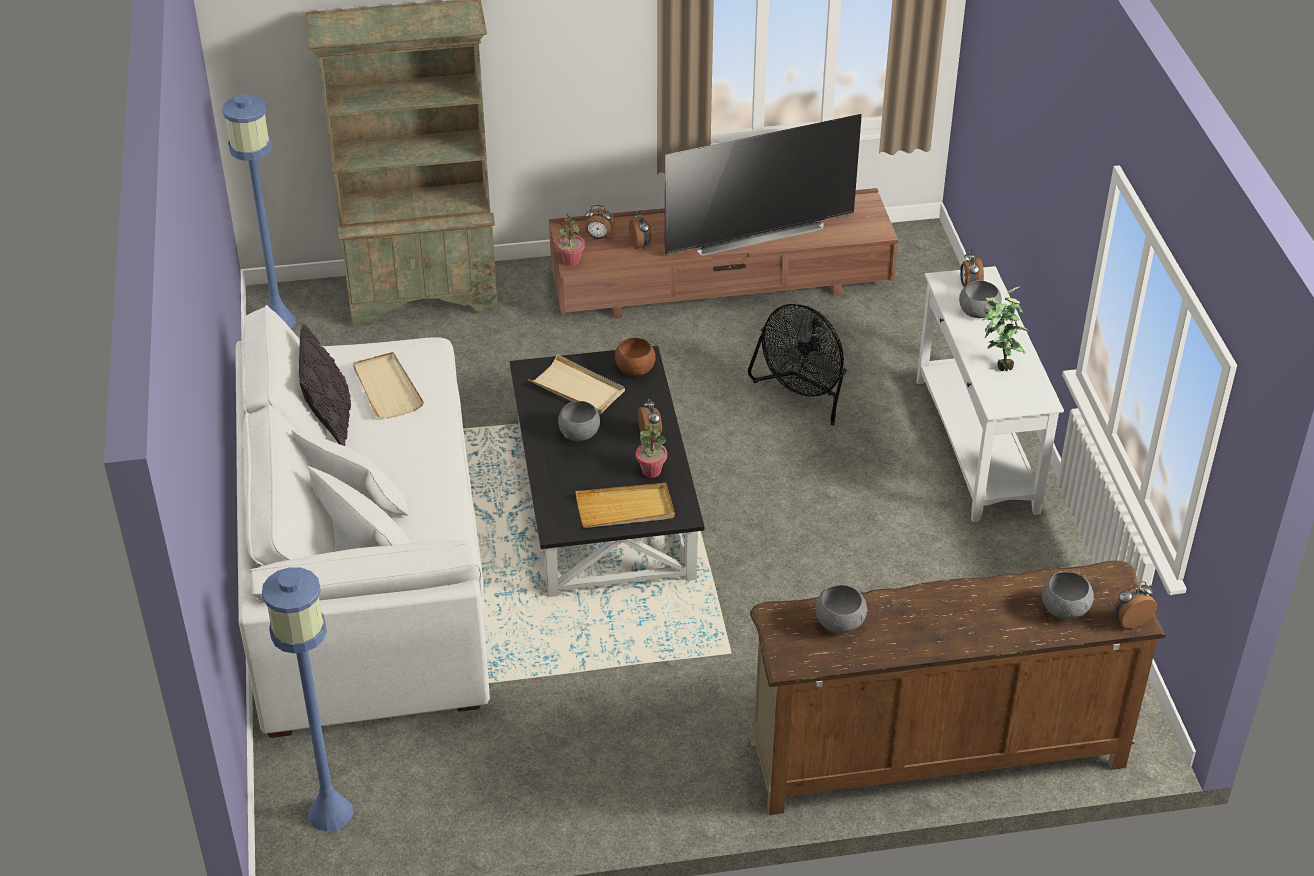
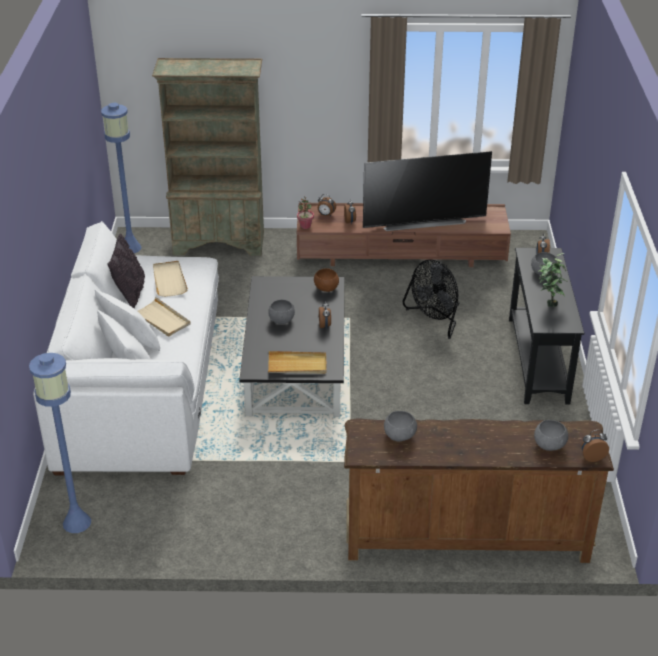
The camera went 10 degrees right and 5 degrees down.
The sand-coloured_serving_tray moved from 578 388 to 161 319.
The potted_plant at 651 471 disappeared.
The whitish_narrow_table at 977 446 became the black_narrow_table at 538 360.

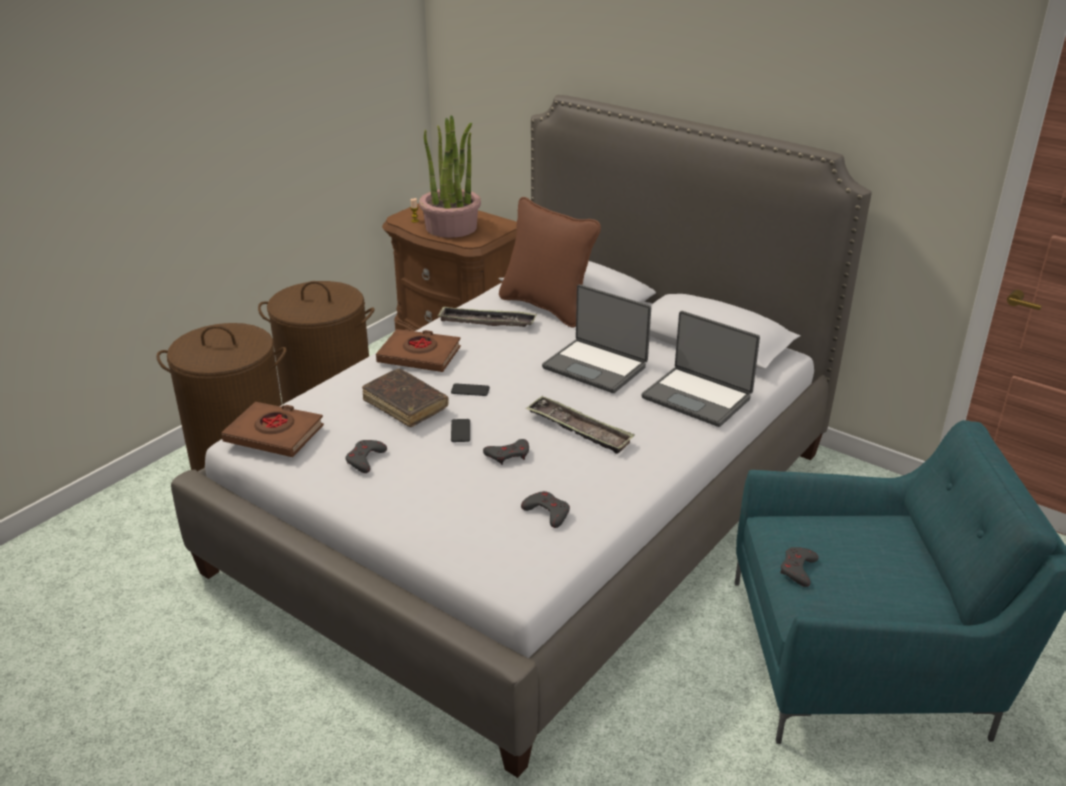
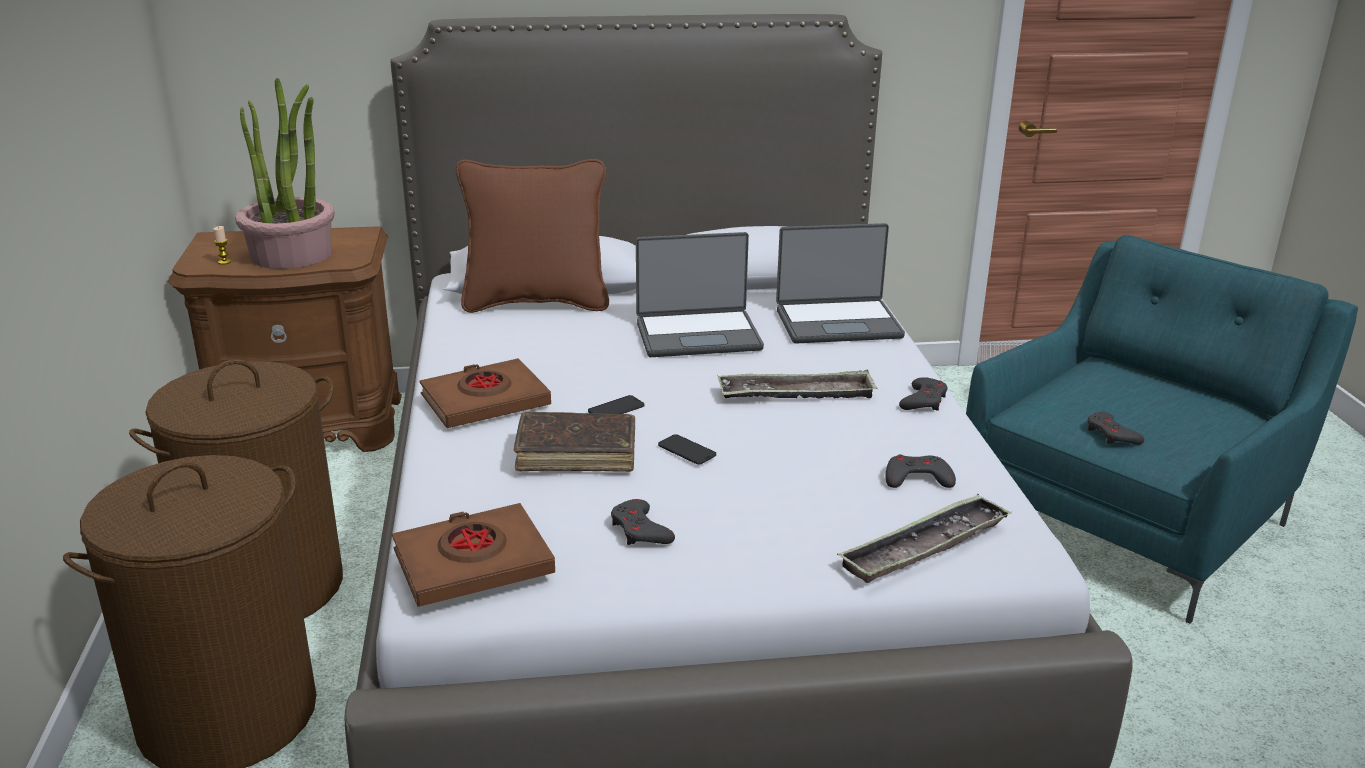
The camera went 45 degrees left and 5 degrees down.
The serving_tray moved from 487 322 to 924 547.
The greyish_game_controller moved from 508 455 to 923 400.

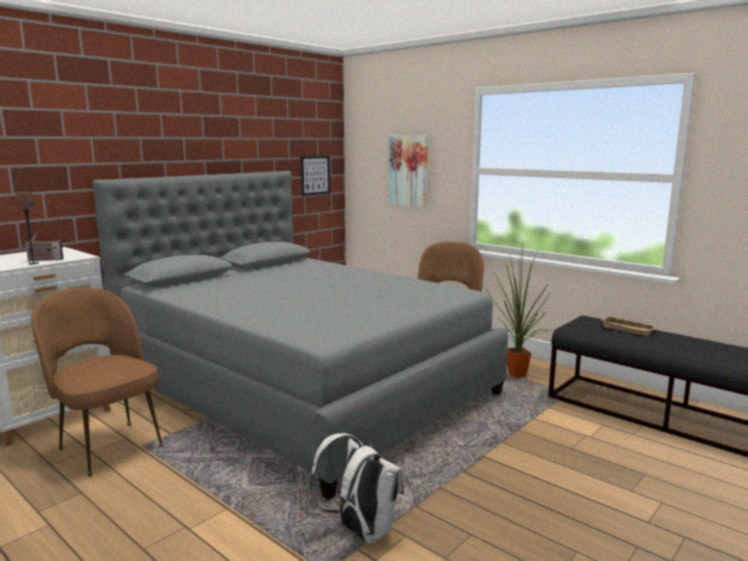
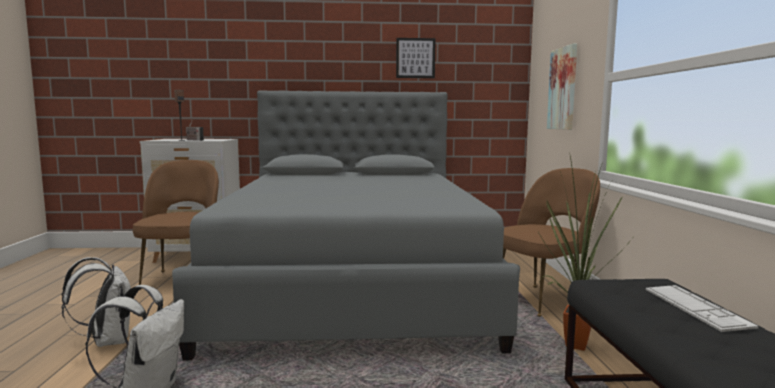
The camera went 45 degrees right and 5 degrees down.
The wall_picture moved from 315 175 to 415 58.
The sand-coloured_serving_tray at 629 328 was replaced by the PC_keyboard at 695 308.
The whitish_rucksack at 107 341 appeared.

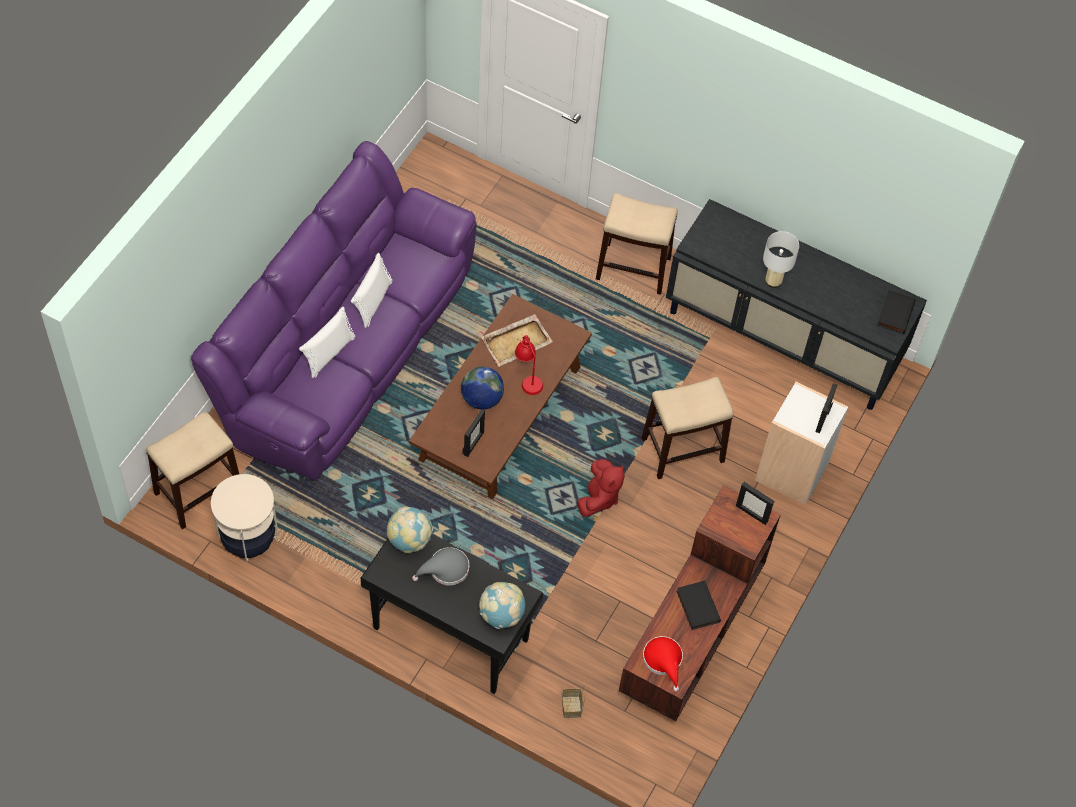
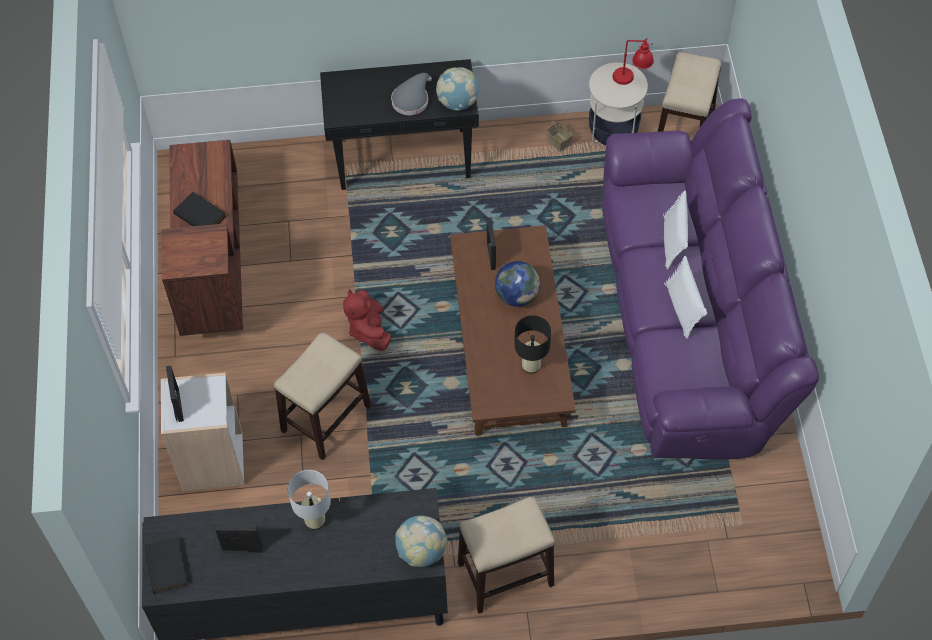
The camera went 150 degrees right and 0 degrees up.
The world_globe moved from 501 615 to 421 551.
The sand-coloured_serving_tray at 517 341 was replaced by the black_tabletop_lamp at 531 366.
The reddish_tabletop_lamp moved from 527 378 to 632 79.
The basket moved from 570 706 to 560 142.
The reddish_hat at 664 661 disappeared.
The photo_frame moved from 752 513 to 242 549.

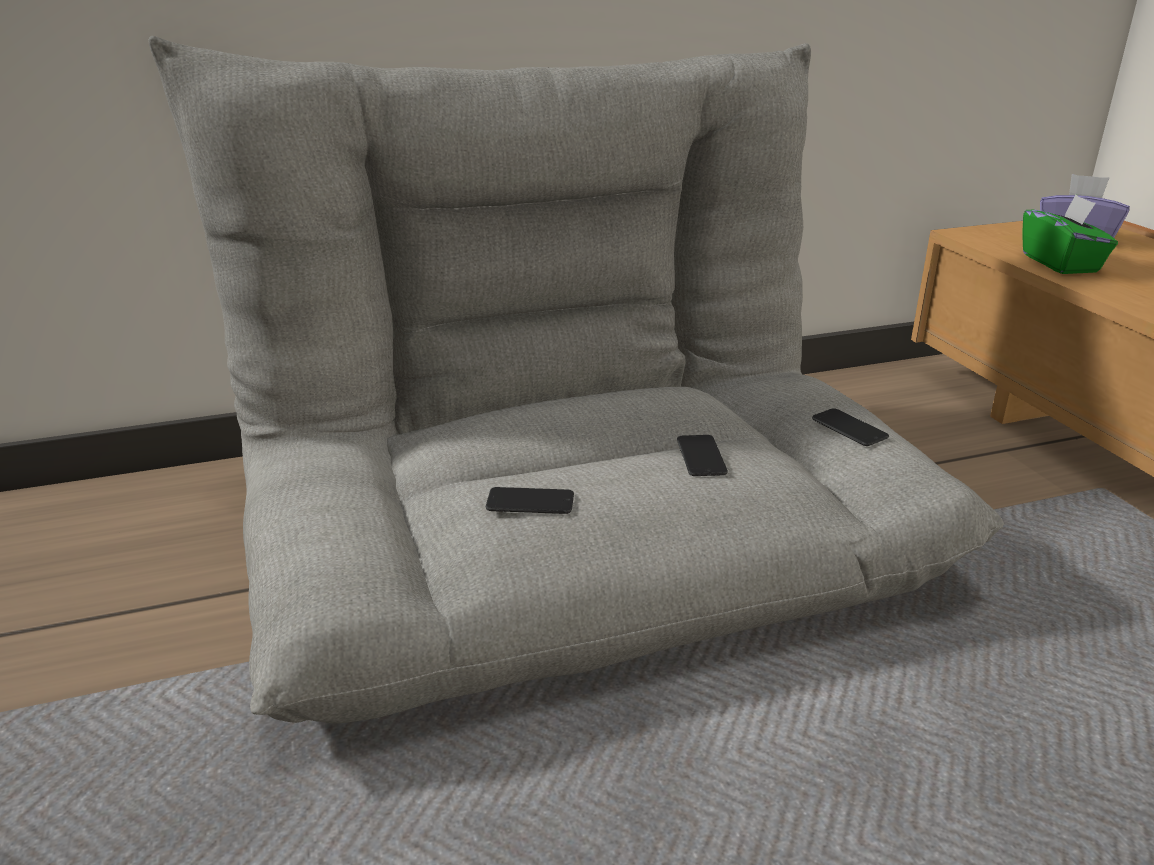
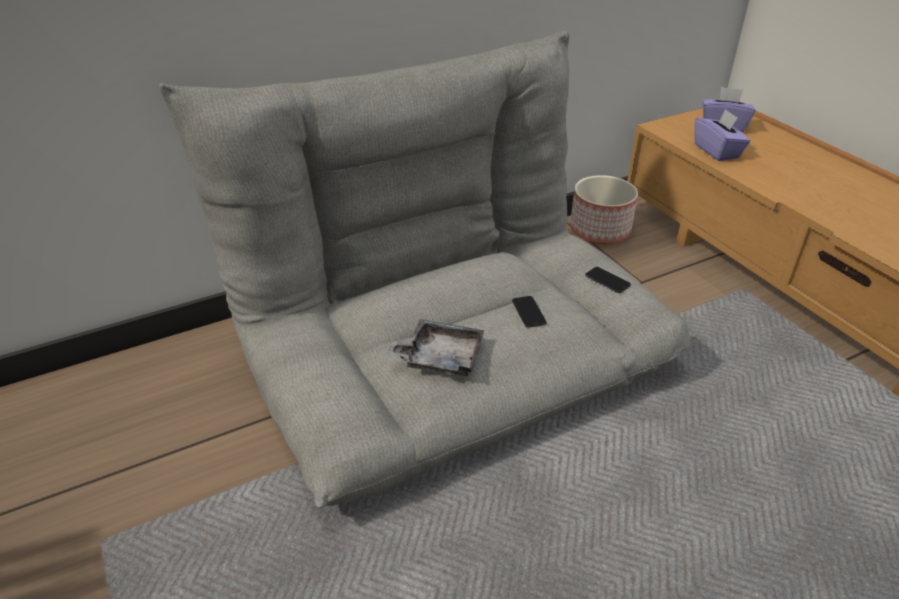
The camera went 10 degrees left and 10 degrees up.
The telephone at 530 502 was replaced by the greyish_serving_tray at 440 357.
The greenish_tissue_holder at 1060 264 became the purple_tissue_holder at 717 151.
The planter at 599 230 appeared.

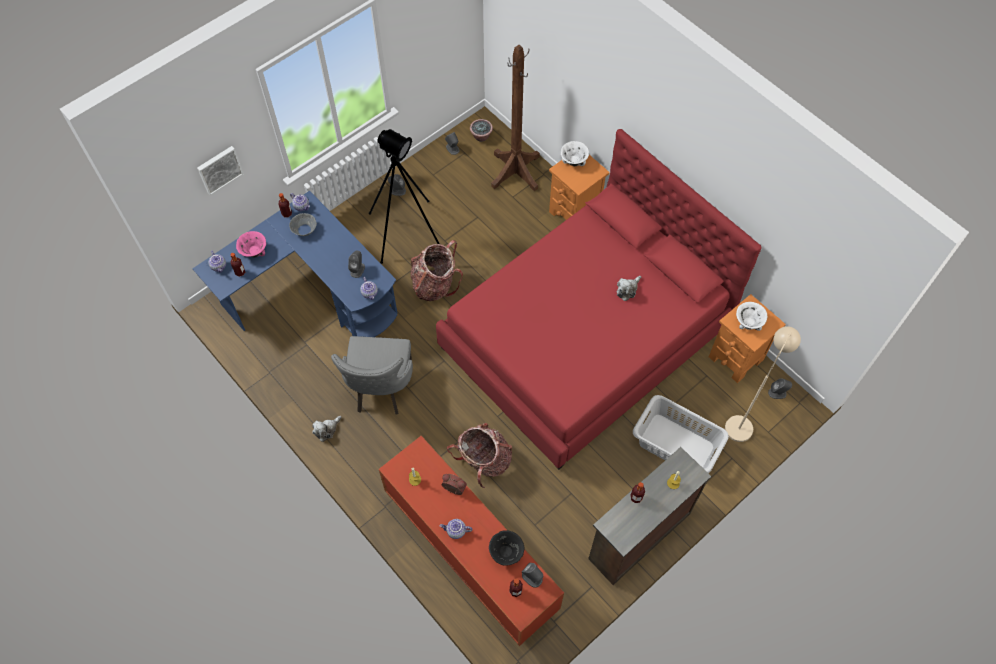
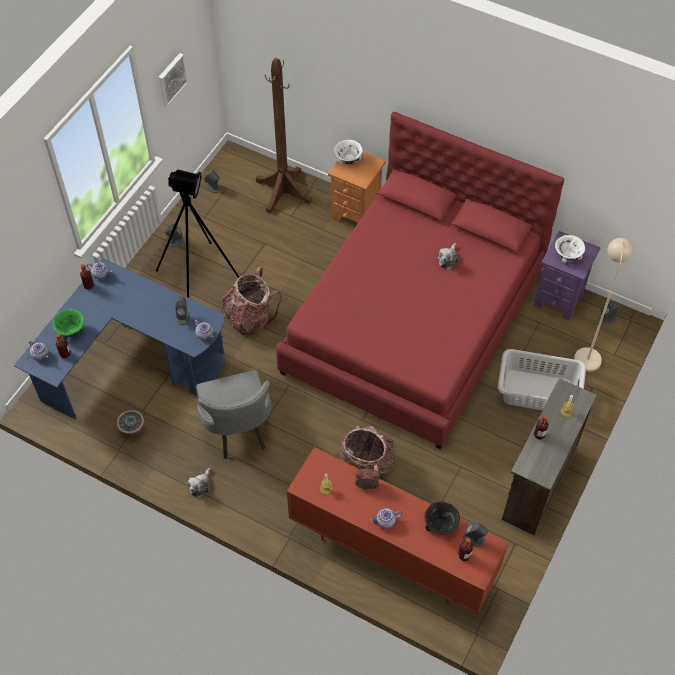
The camera went 20 degrees left and 5 degrees down.
The wall_picture moved from 219 169 to 171 79.
The pink_deep_dish at 254 251 became the greenish_deep_dish at 71 330.
The greyish_deep_dish at 304 230 disappeared.
The potted_plant moved from 481 136 to 132 429.
The orange_night_table at 735 359 became the purple_night_table at 558 300.

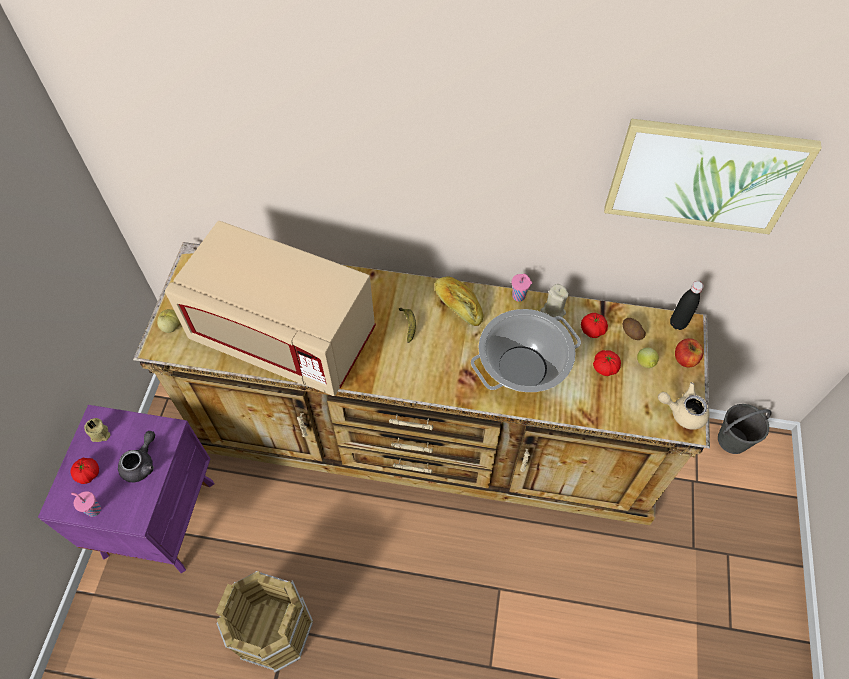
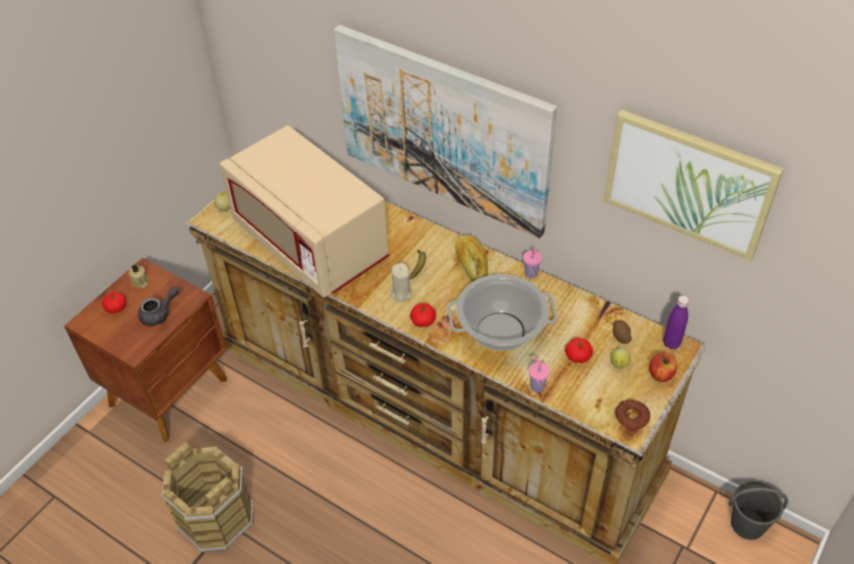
The camera went 25 degrees right and 10 degrees down.
The purple_night_table at 162 517 became the brown-coloured_night_table at 171 392.
The pink_small_cup moved from 93 509 to 536 386.
The sand-coloured_candle moved from 553 312 to 401 293.
The whole_tomato moved from 592 330 to 423 321.
The sand-coloured_pot_for_tea at 682 412 was replaced by the ring_doughnut at 631 417.
The black_beverage_bottle at 677 323 became the purple_beverage_bottle at 671 343.
The wall_picture at 443 130 appeared.

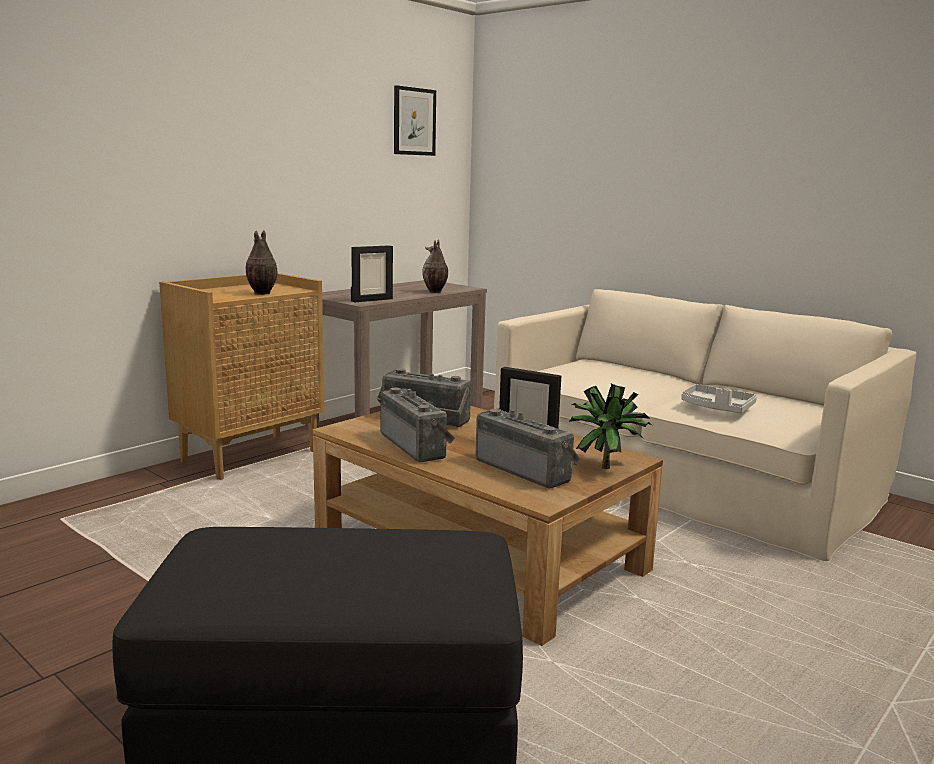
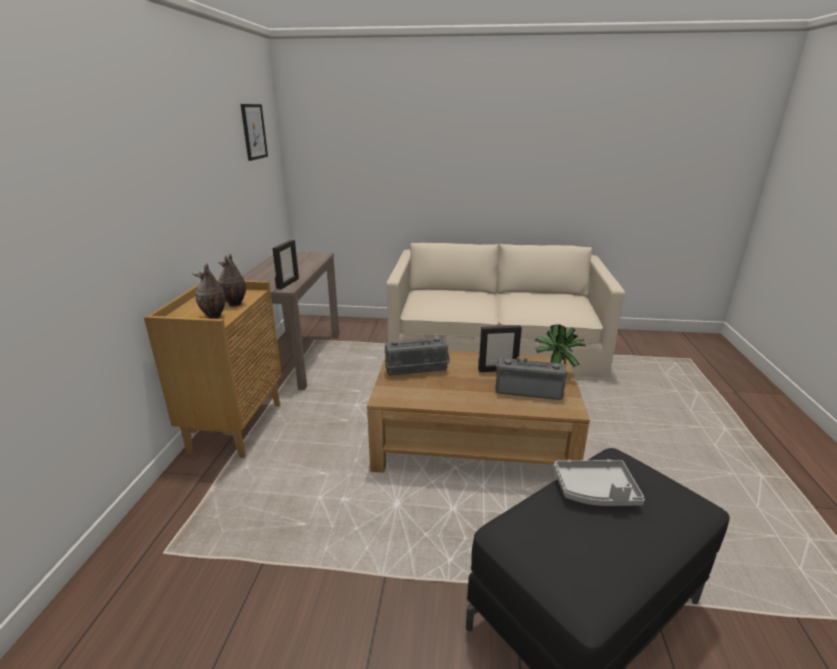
The camera went 35 degrees left and 10 degrees up.
The radio_receiver at 417 445 disappeared.
The decorative_vase moved from 434 292 to 214 317.
The greyish_serving_tray moved from 716 408 to 595 491.

